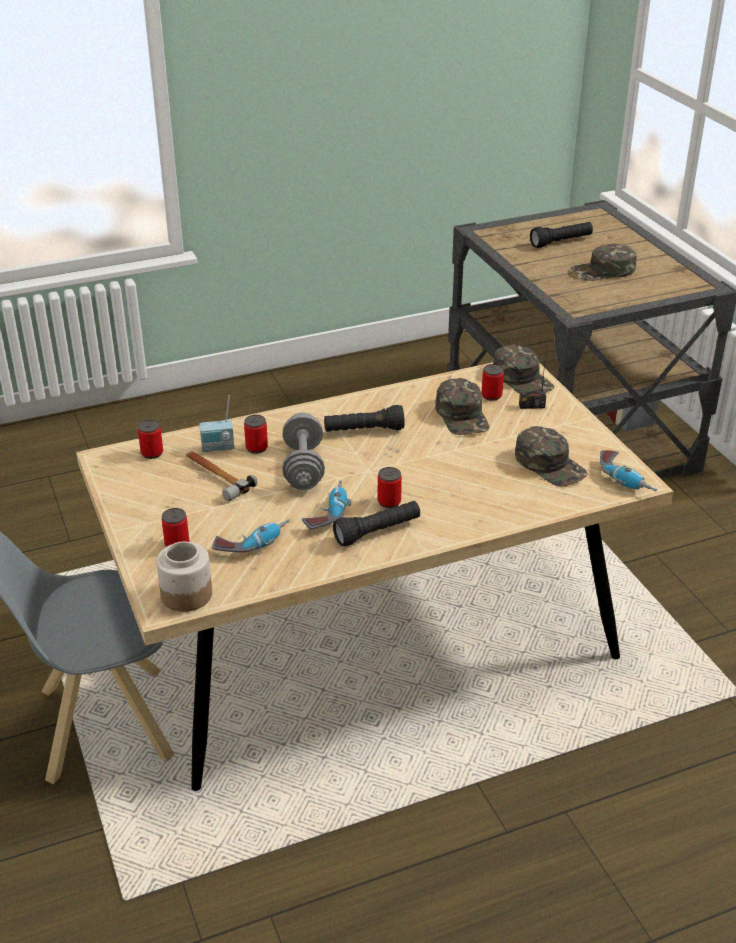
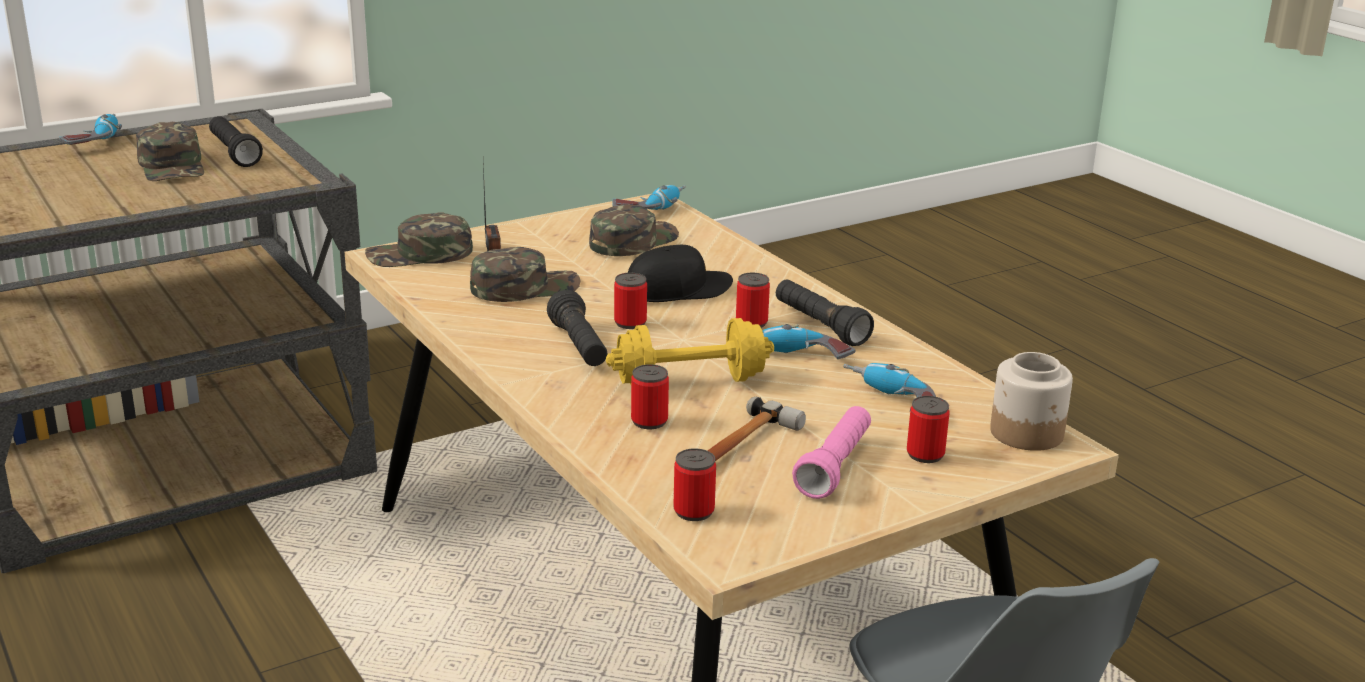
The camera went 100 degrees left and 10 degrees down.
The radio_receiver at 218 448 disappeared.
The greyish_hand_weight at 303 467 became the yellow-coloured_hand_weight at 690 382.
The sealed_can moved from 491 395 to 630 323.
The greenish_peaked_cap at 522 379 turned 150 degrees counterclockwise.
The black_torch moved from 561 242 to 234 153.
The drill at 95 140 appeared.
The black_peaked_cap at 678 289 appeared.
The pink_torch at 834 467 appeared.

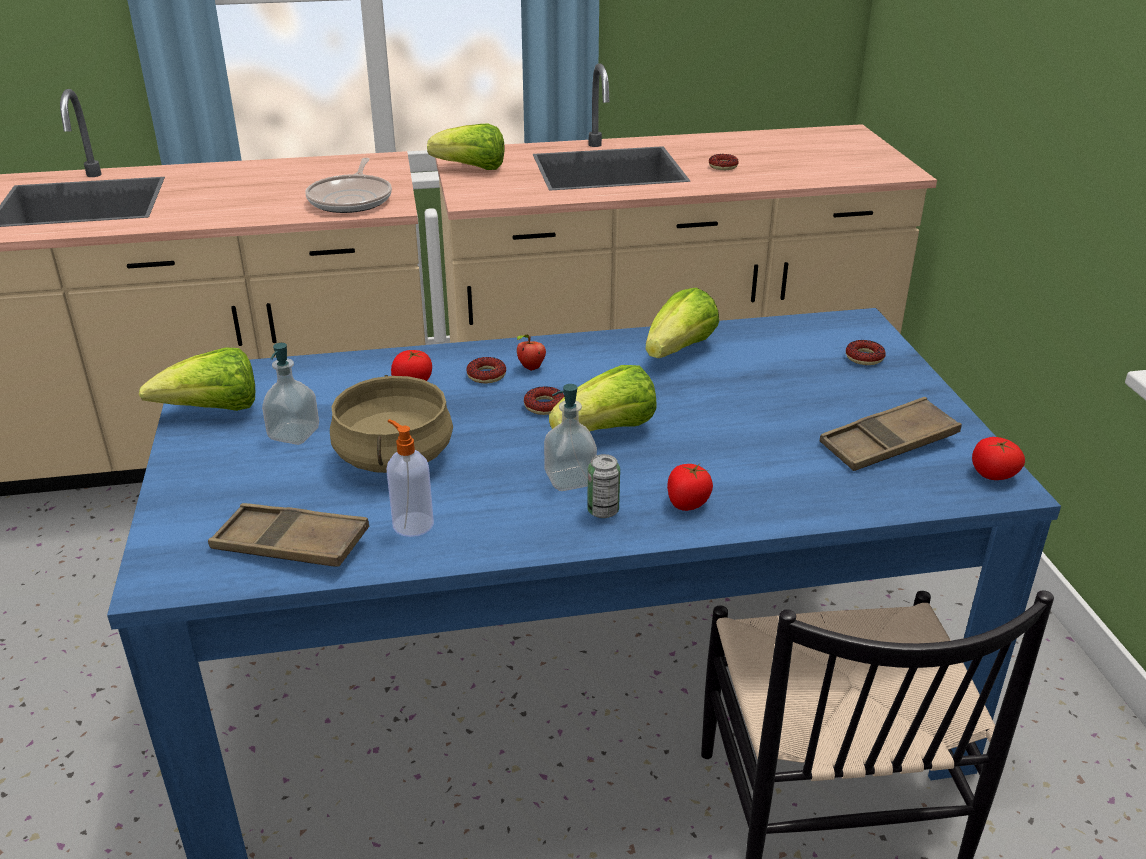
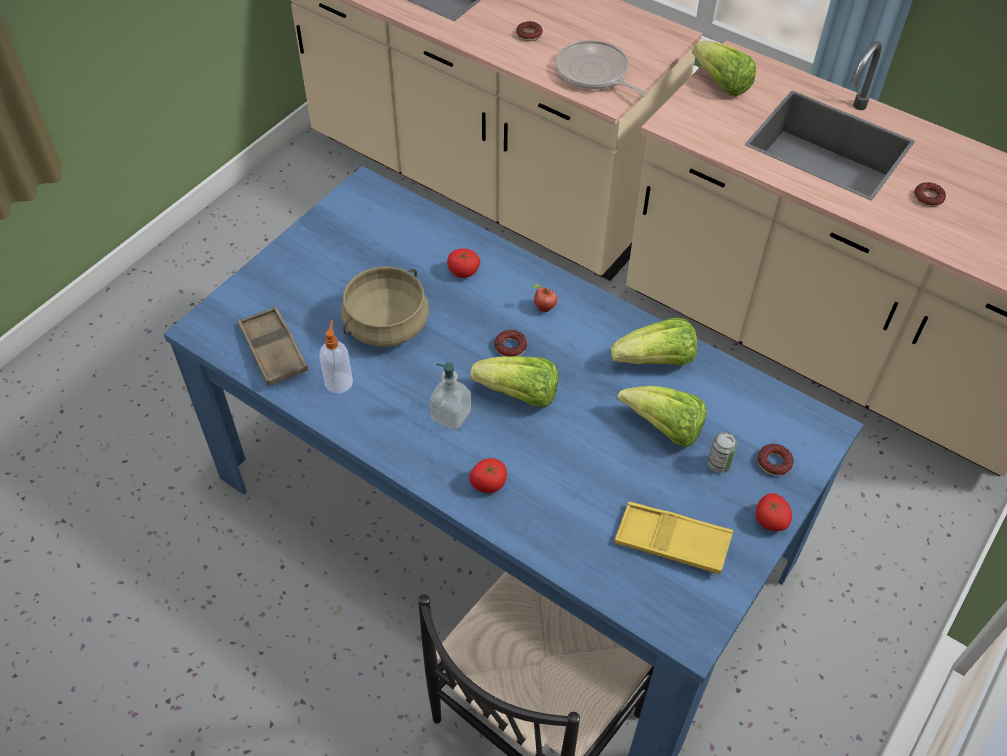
The camera went 45 degrees right and 20 degrees up.
The lettuce_head moved from 213 411 to 664 428.
The liquid_soap_bottle at 294 434 disappeared.
The frying_pan at 352 199 turned 90 degrees clockwise.
The ring_doughnut moved from 486 375 to 529 35.
The sealed_can moved from 603 511 to 718 464.
The brown-coloured_serving_tray at 888 443 became the yellow-coloured_serving_tray at 672 542.
The whole_tomato moved from 993 475 to 770 520.

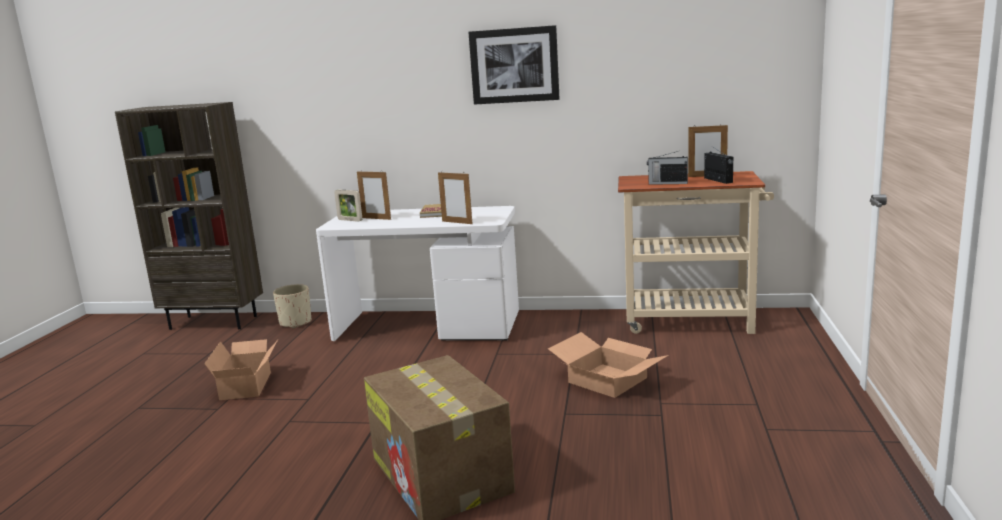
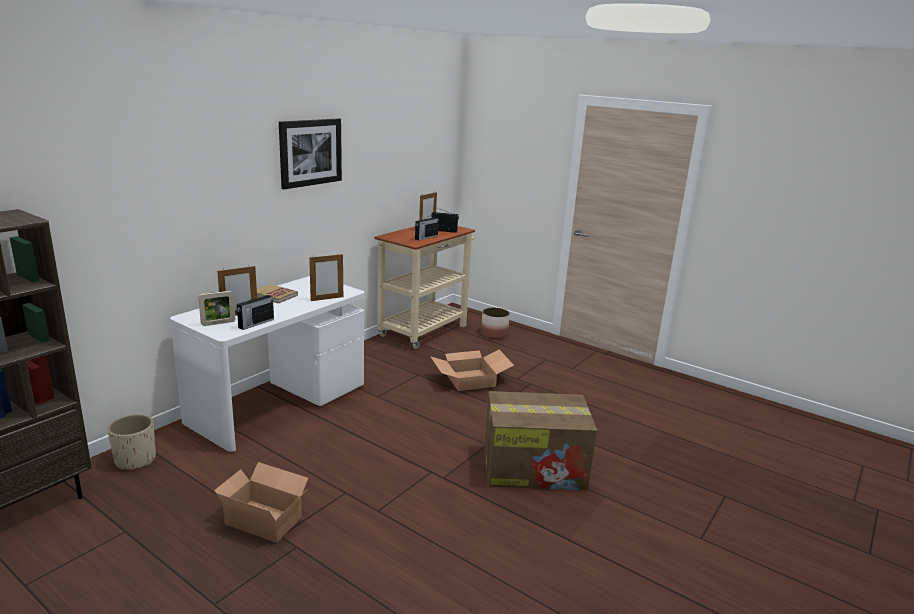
The camera went 65 degrees left and 5 degrees up.
The radio_receiver at 255 324 appeared.
The planter at 494 334 appeared.

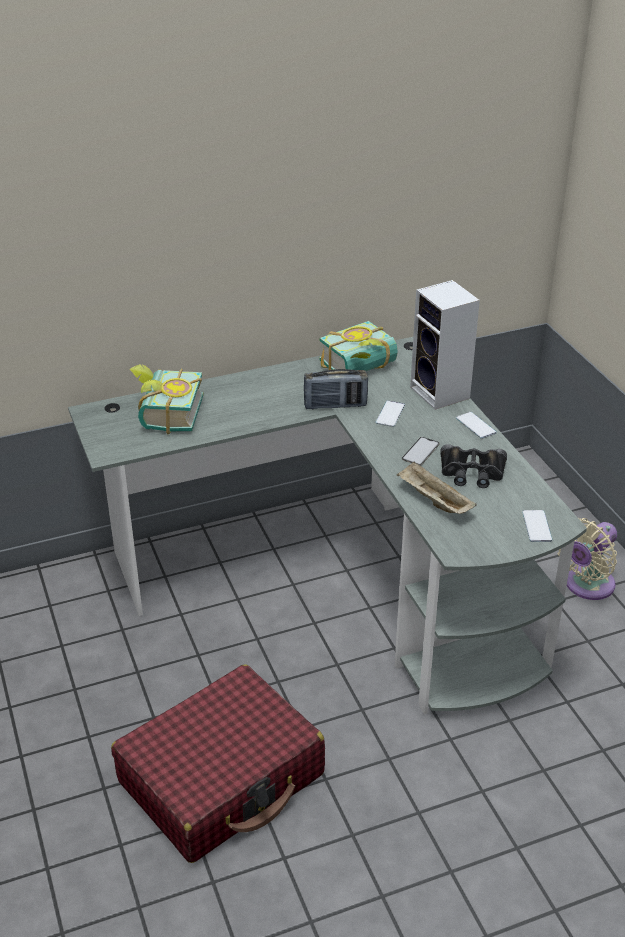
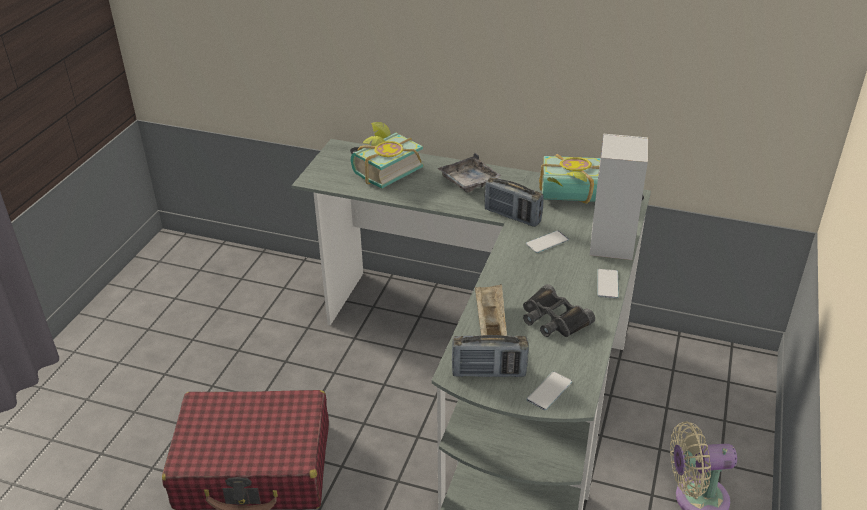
The camera went 40 degrees right and 0 degrees up.
The telephone at 420 451 disappeared.
The greyish_serving_tray at 471 183 appeared.
The radio_receiver at 489 372 appeared.

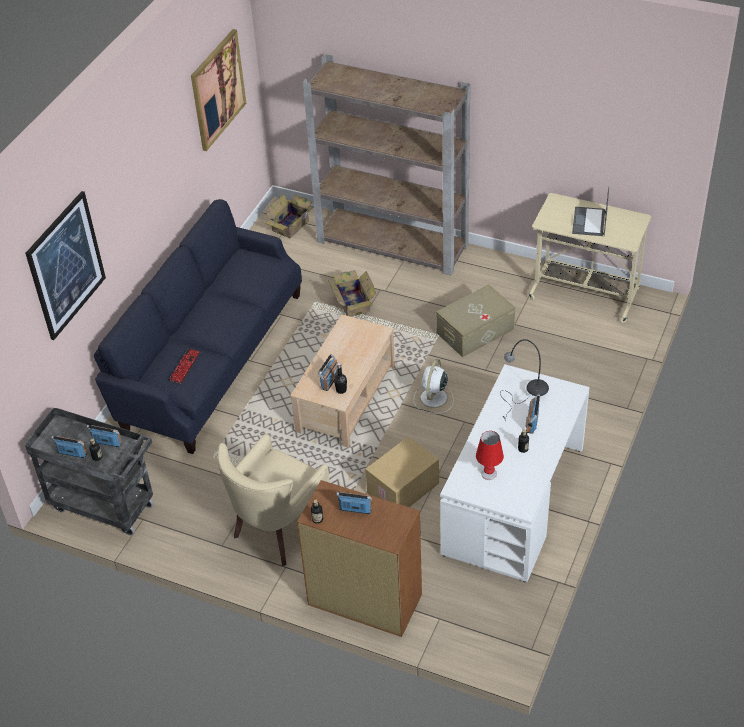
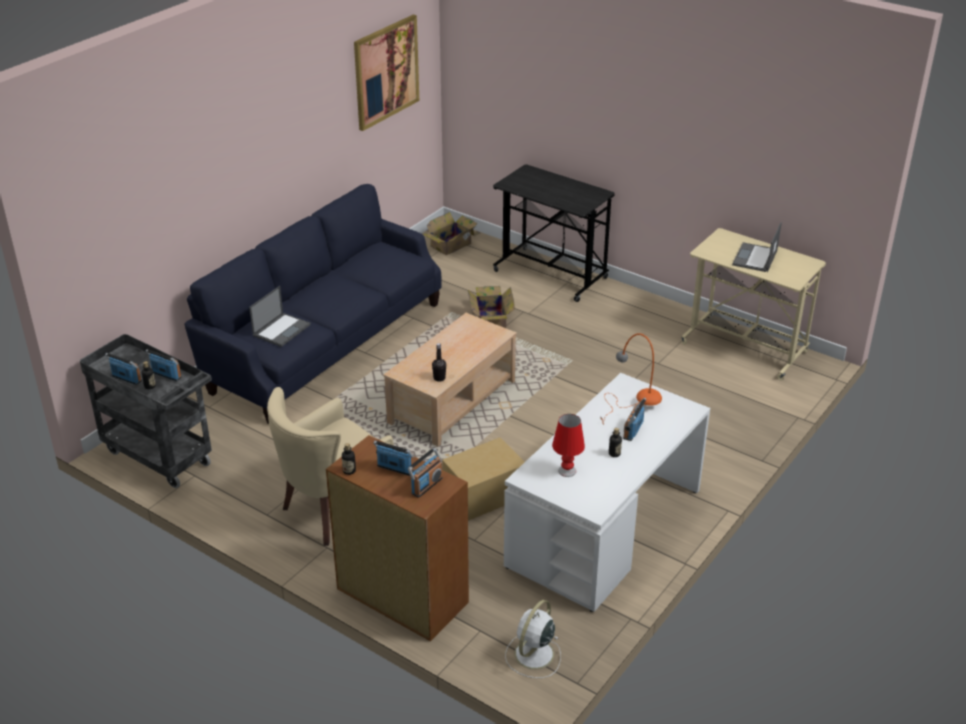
The camera went 10 degrees right and 10 degrees down.
The wall_picture at 66 265 disappeared.
The PC_keyboard at 184 366 was replaced by the notebook_computer at 282 329.
The brown-coloured_shelving_unit at 392 243 was replaced by the black_desk_unit at 550 274.
The radio_receiver moved from 330 381 to 426 485.
The whitish_electric_fan moved from 433 398 to 533 655.
The sand-coloured_storage_box at 475 331 disappeared.
The greyish_tabletop_lamp at 524 395 became the orange_tabletop_lamp at 633 403.

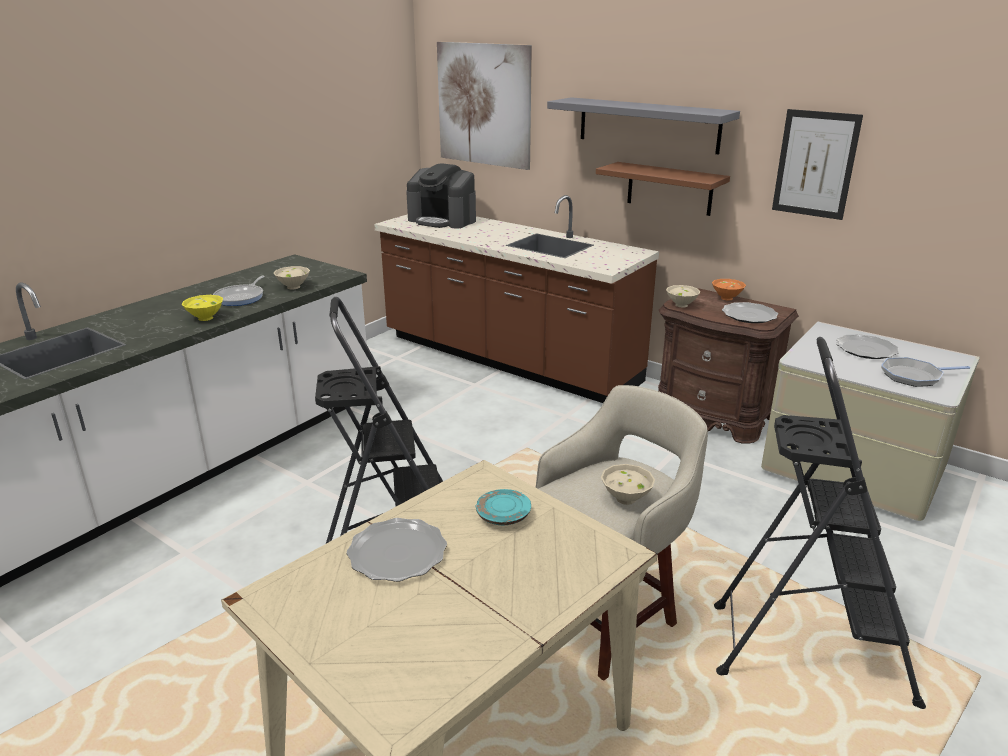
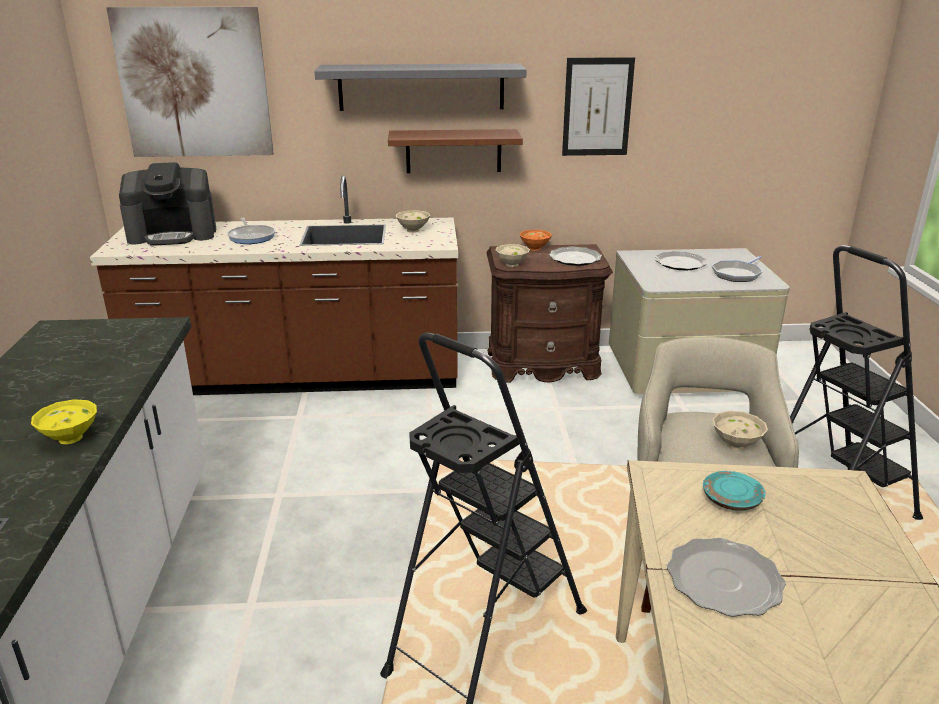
The camera went 40 degrees left and 0 degrees up.
The frying_pan moved from 241 297 to 251 237.
The sand-coloured_deep_dish moved from 292 287 to 412 230.

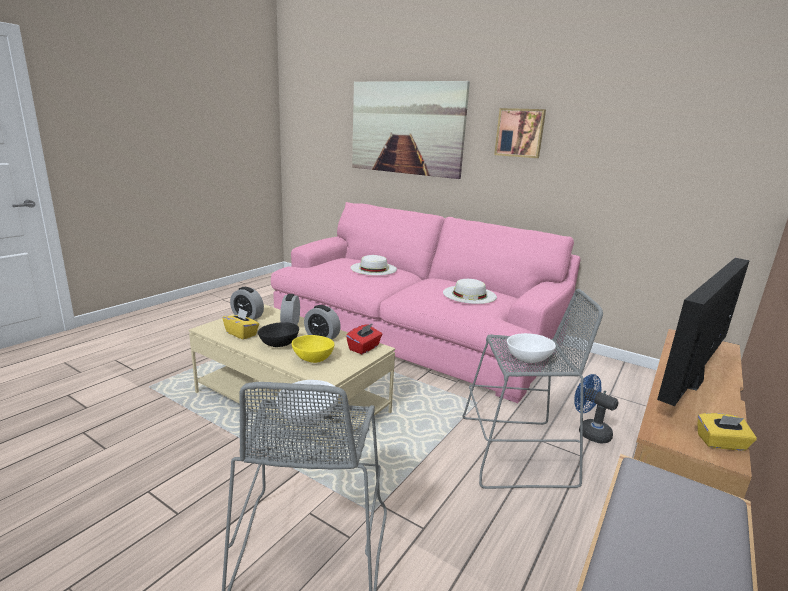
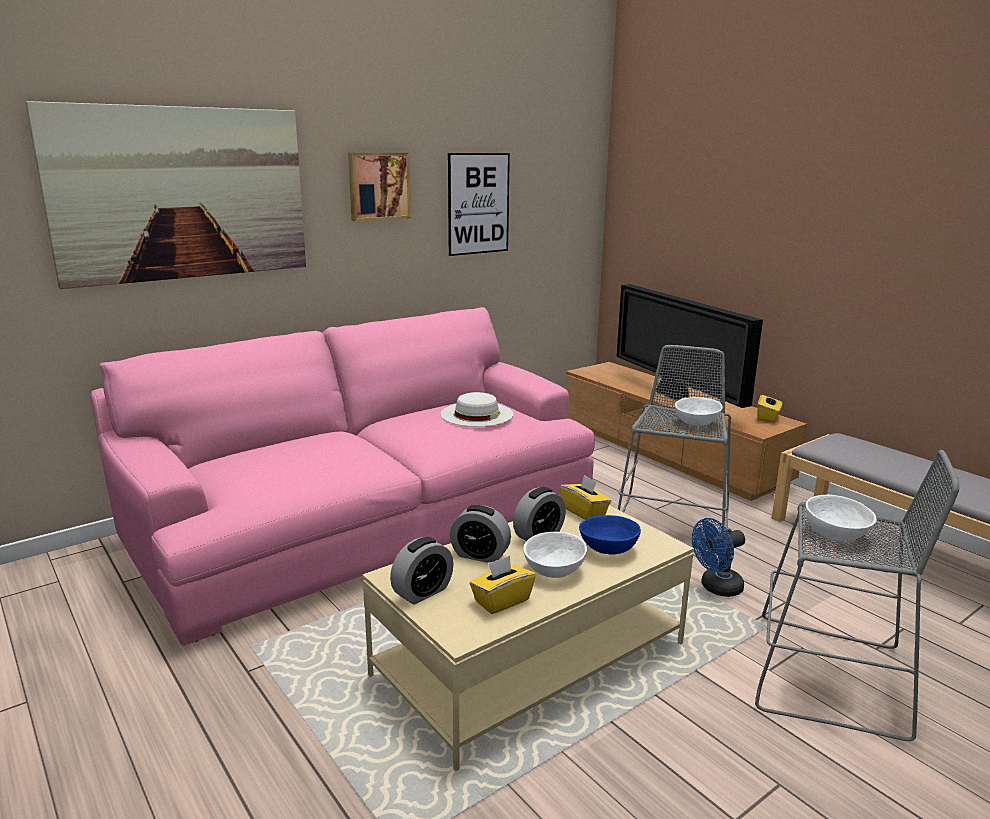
The camera went 70 degrees left and 0 degrees up.
The black_deep_dish at 280 344 became the whitish_deep_dish at 554 569.
The yellow-coloured_deep_dish at 313 358 became the blue_deep_dish at 609 549.
The reddish_tissue_holder at 364 348 became the yellow-coloured_tissue_holder at 584 512.
The whitish_hat at 373 268 disappeared.
The blue_electric_fan moved from 589 432 to 716 588.
The wall_picture at 478 204 appeared.

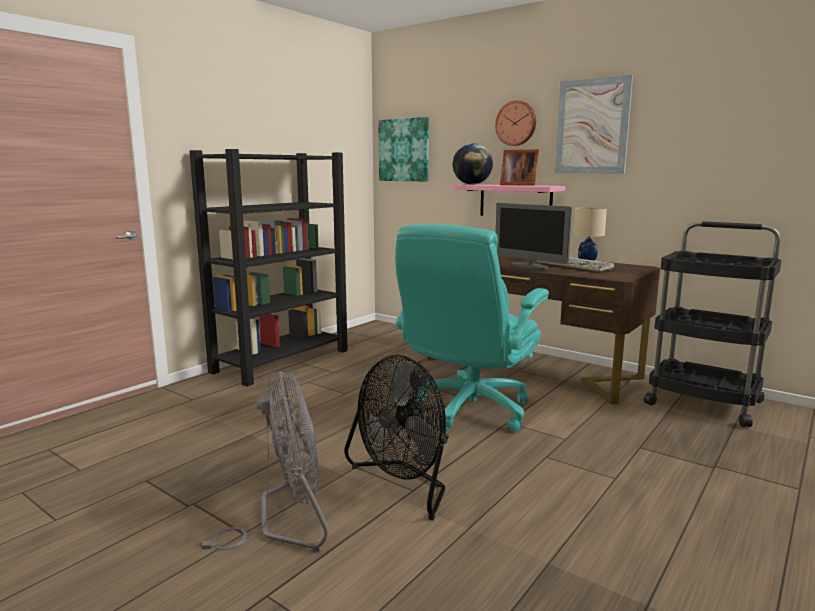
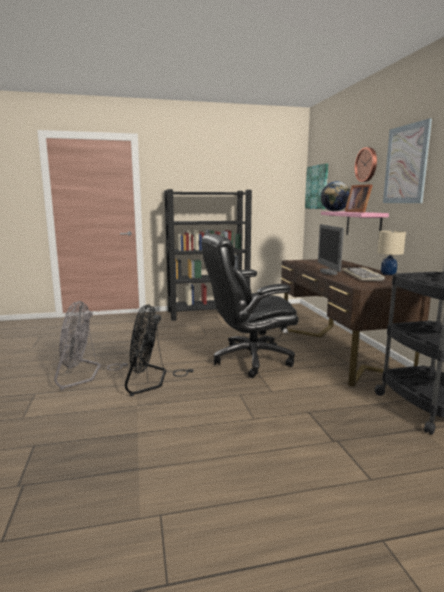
The camera went 40 degrees right and 0 degrees up.
The greyish_electric_fan at 284 517 turned 150 degrees clockwise.
The turquoise_computer_chair at 467 411 became the black_computer_chair at 248 360.

